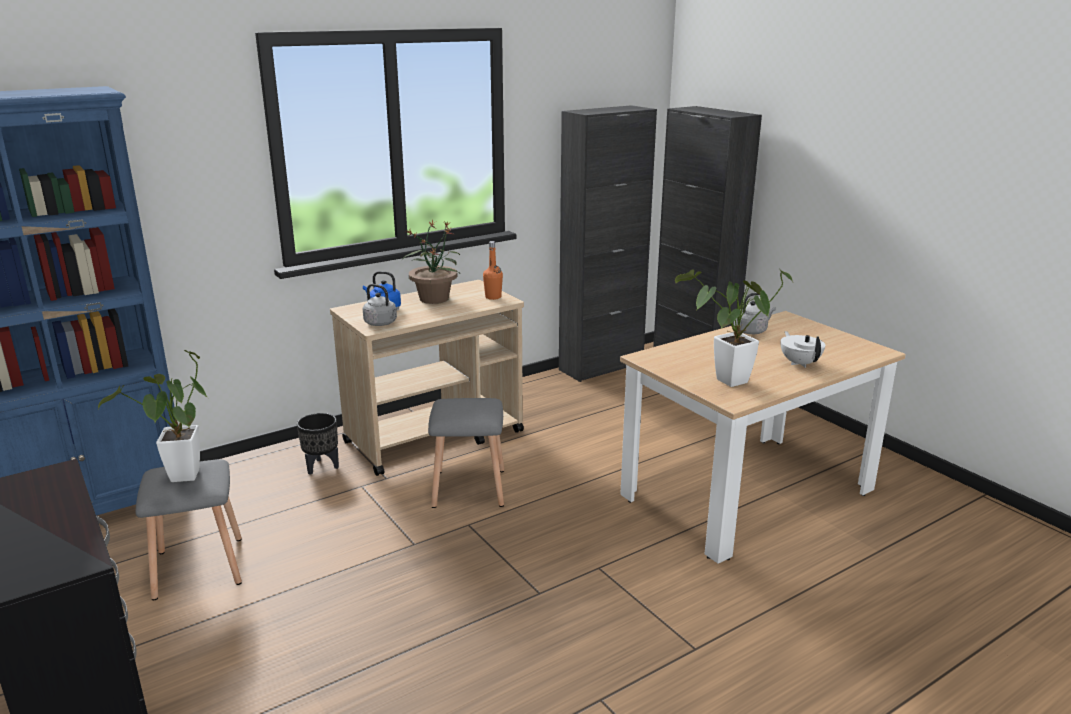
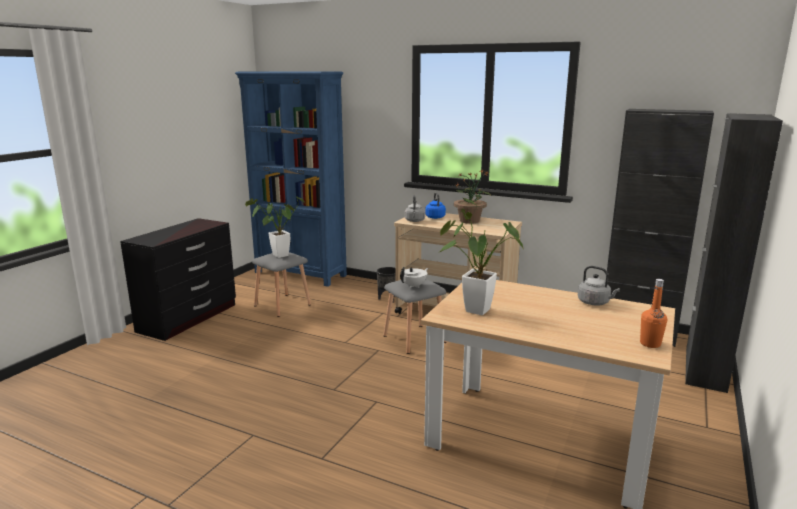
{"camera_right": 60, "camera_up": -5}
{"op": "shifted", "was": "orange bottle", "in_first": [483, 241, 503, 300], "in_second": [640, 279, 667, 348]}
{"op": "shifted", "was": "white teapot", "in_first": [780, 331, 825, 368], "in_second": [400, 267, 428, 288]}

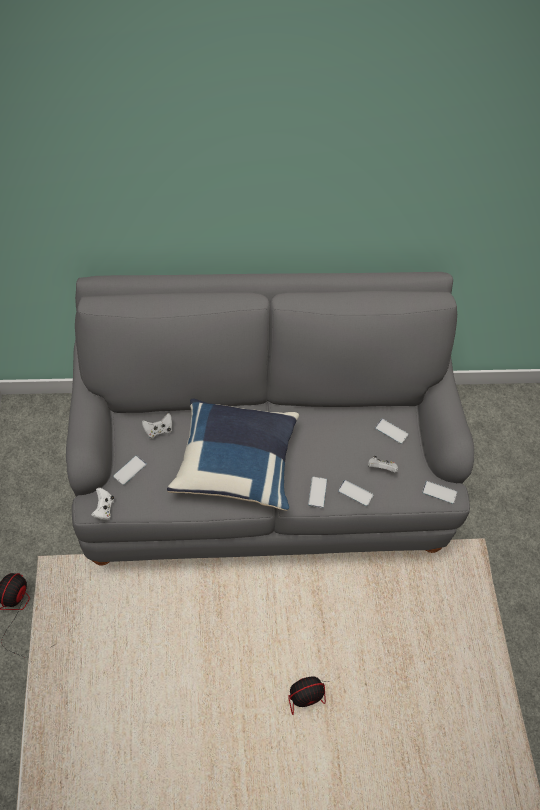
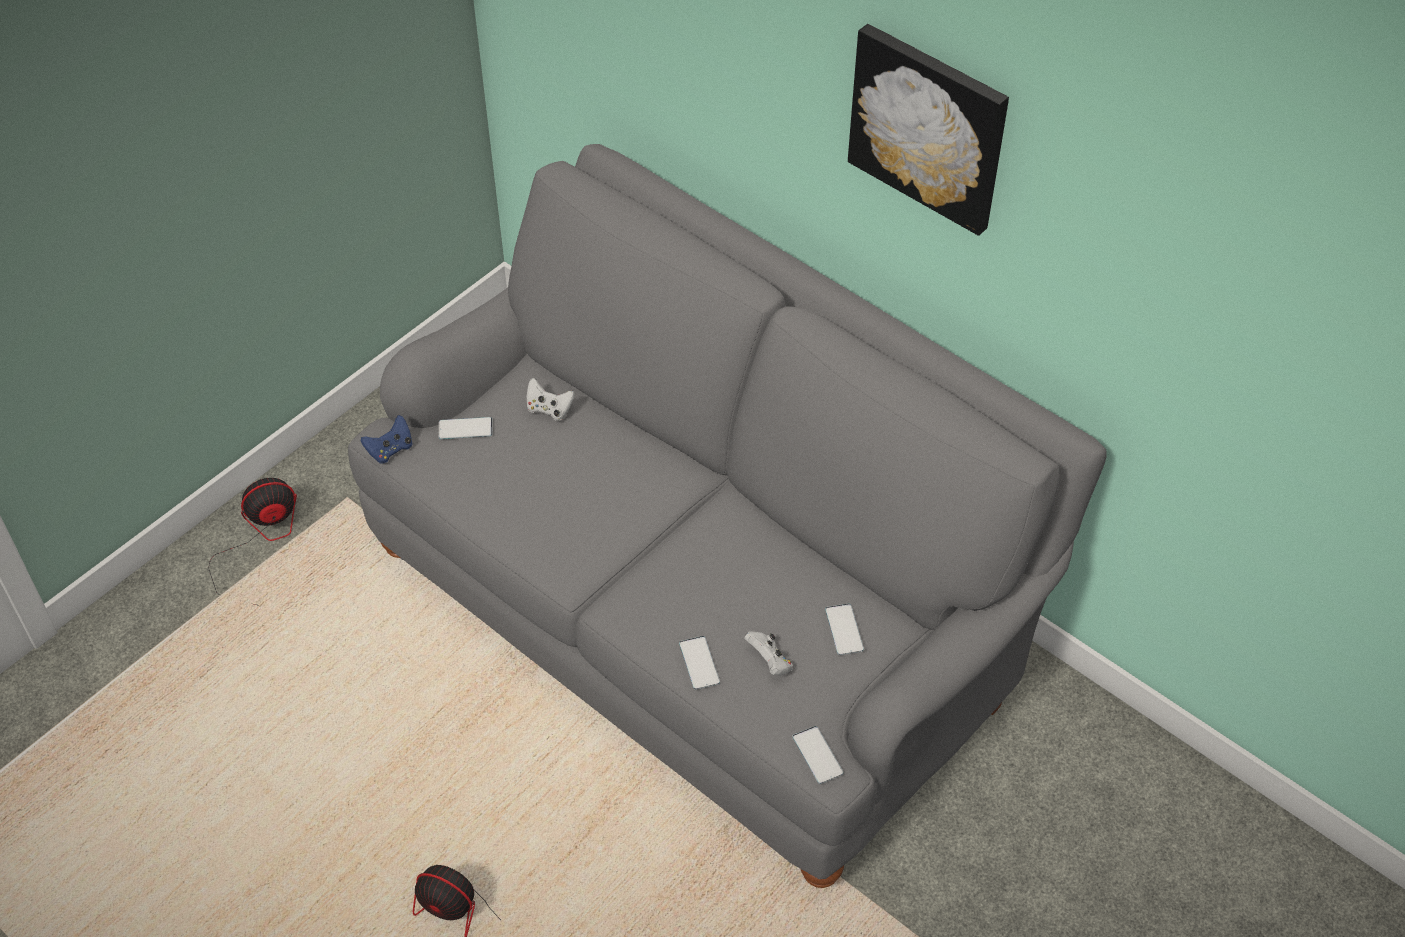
{"camera_right": 50, "camera_up": -5}
{"op": "gone", "was": "blue pillow", "in_first": [167, 398, 299, 511]}
{"op": "gone", "was": "phone", "in_first": [308, 477, 327, 508]}
{"op": "repainted", "was": "white game controller", "now": "blue game controller", "in_first": [91, 488, 114, 520], "in_second": [361, 415, 413, 464]}
{"op": "new", "now": "picture", "in_second": [848, 24, 1009, 236]}

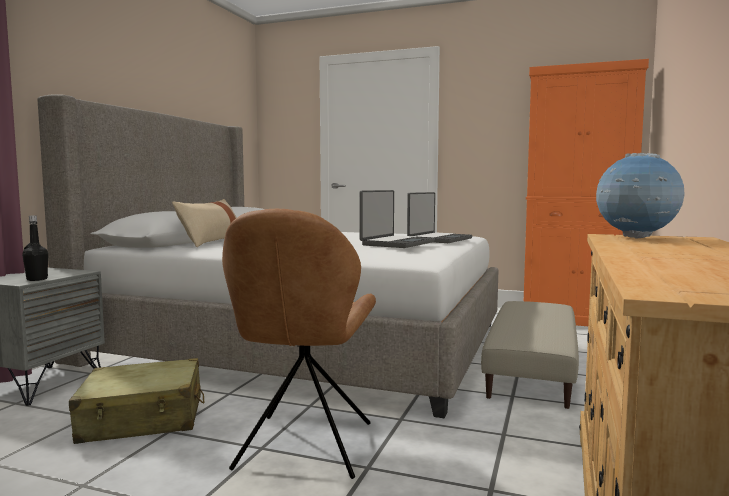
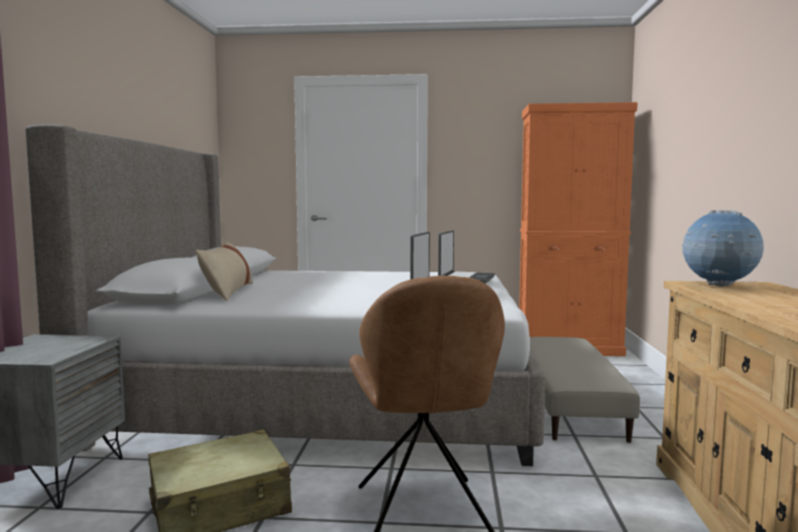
{"camera_right": -15, "camera_up": 0}
{"op": "gone", "was": "black bottle", "in_first": [22, 216, 48, 281]}

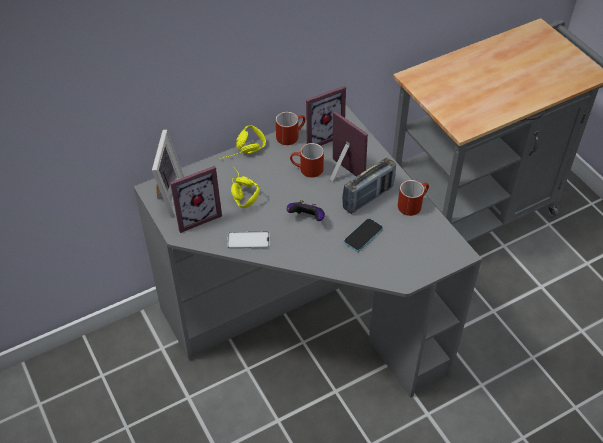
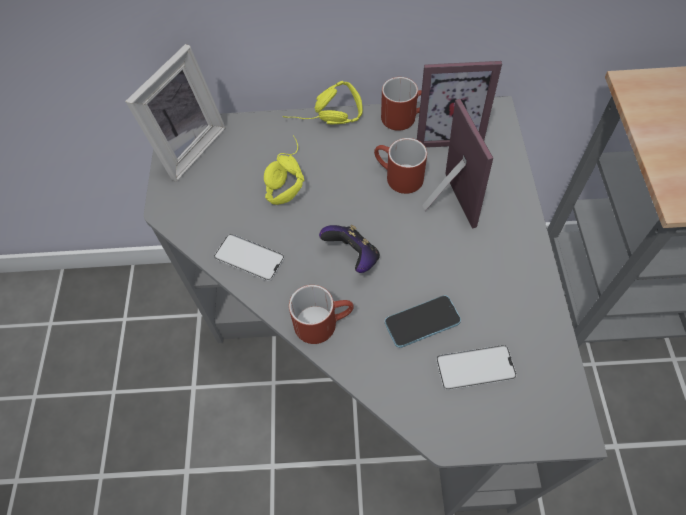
{"camera_right": 30, "camera_up": 10}
{"op": "gone", "was": "radio", "in_first": [342, 158, 396, 214]}
{"op": "gone", "was": "picture frame", "in_first": [170, 166, 222, 233]}
{"op": "shifted", "was": "red mug", "in_first": [398, 180, 429, 216], "in_second": [289, 285, 354, 344]}
{"op": "new", "now": "phone", "in_second": [436, 345, 517, 391]}

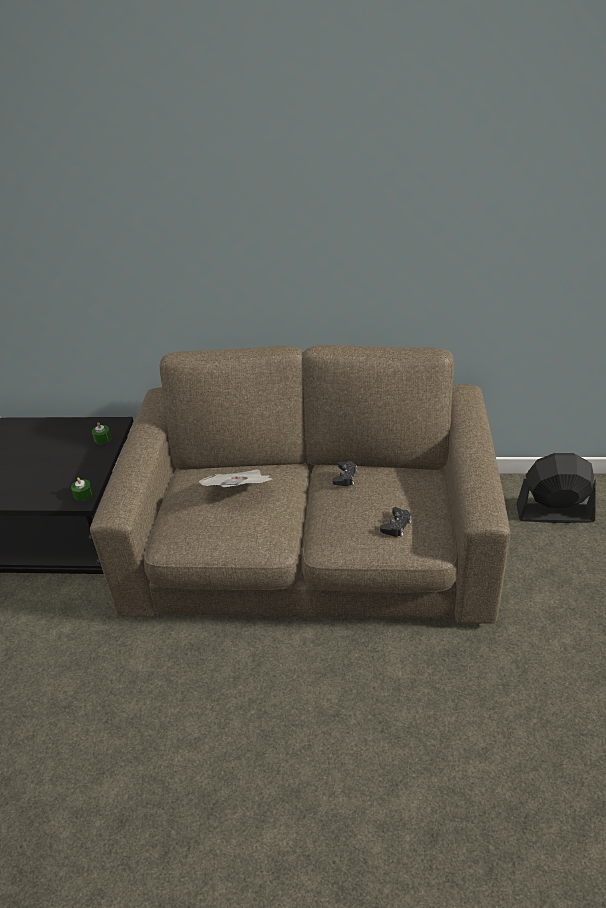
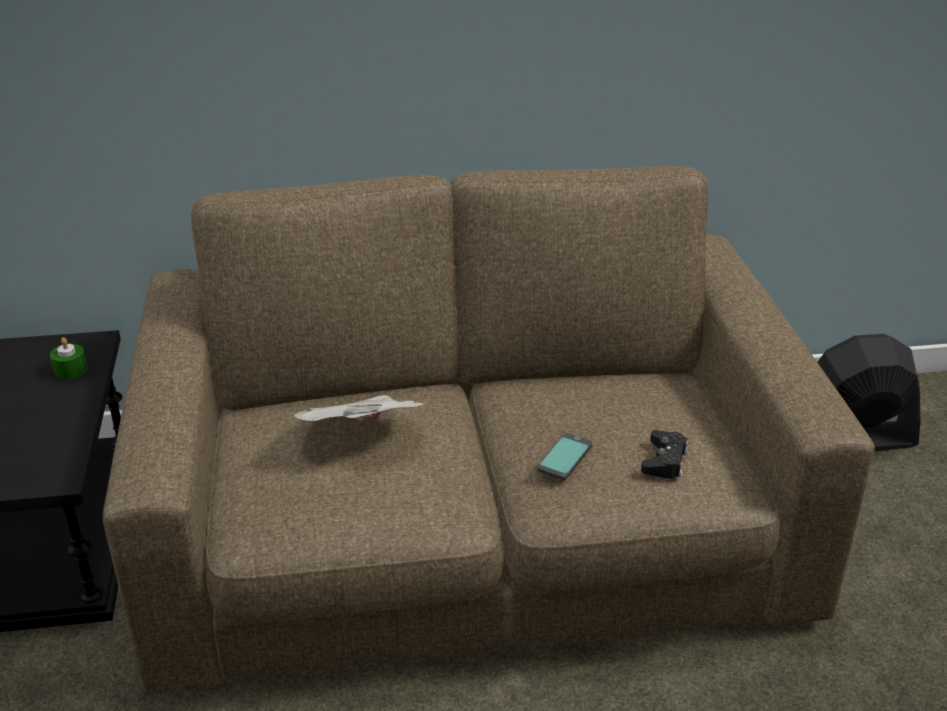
{"camera_right": -15, "camera_up": -5}
{"op": "gone", "was": "black game controller", "in_first": [333, 461, 357, 486]}
{"op": "gone", "was": "green candle", "in_first": [71, 477, 93, 501]}
{"op": "new", "now": "phone", "in_second": [537, 433, 593, 480]}

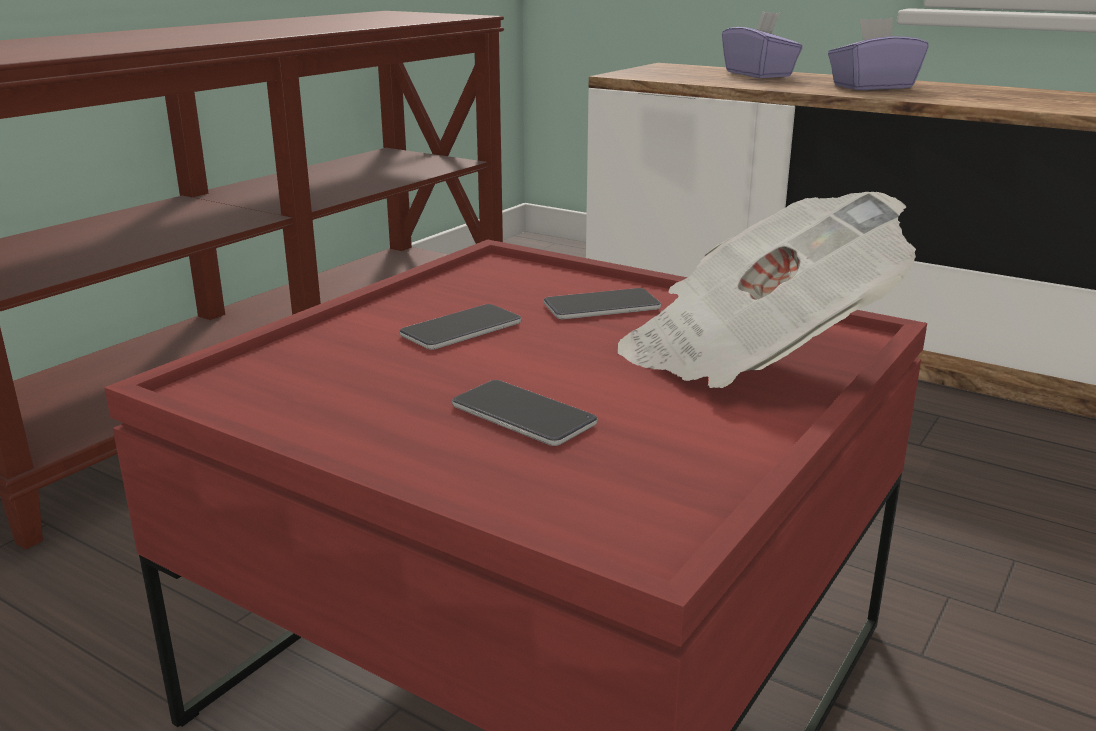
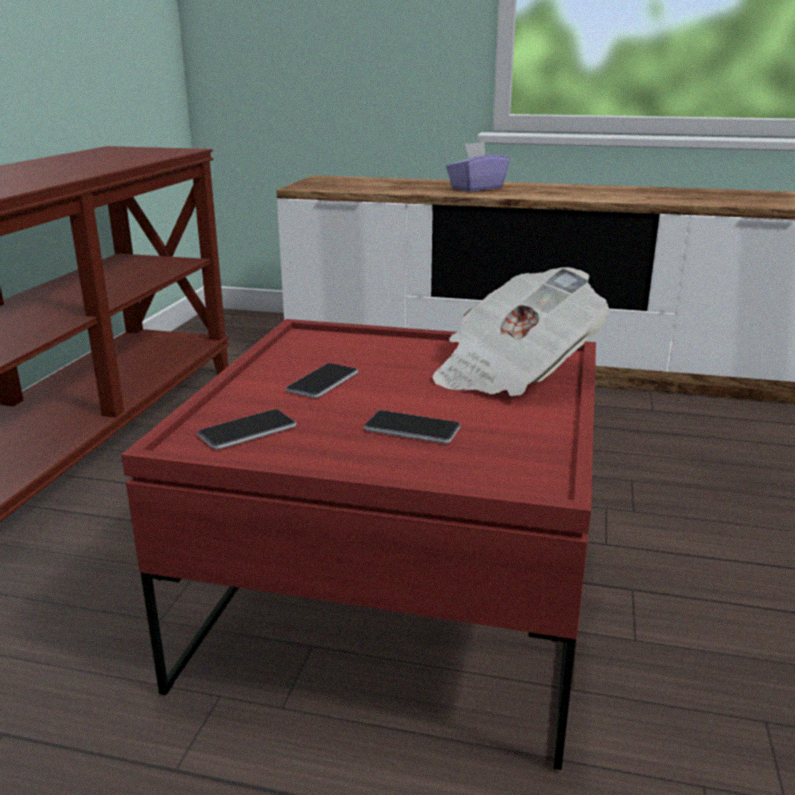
{"camera_right": -20, "camera_up": 0}
{"op": "gone", "was": "purple tissue box", "in_first": [722, 12, 803, 78]}
{"op": "shifted", "was": "phone", "in_first": [544, 288, 661, 319], "in_second": [197, 409, 296, 449]}

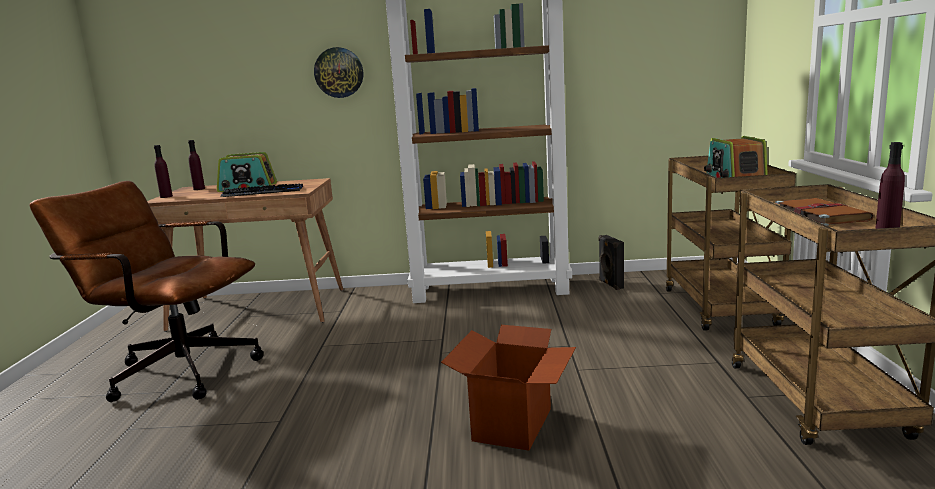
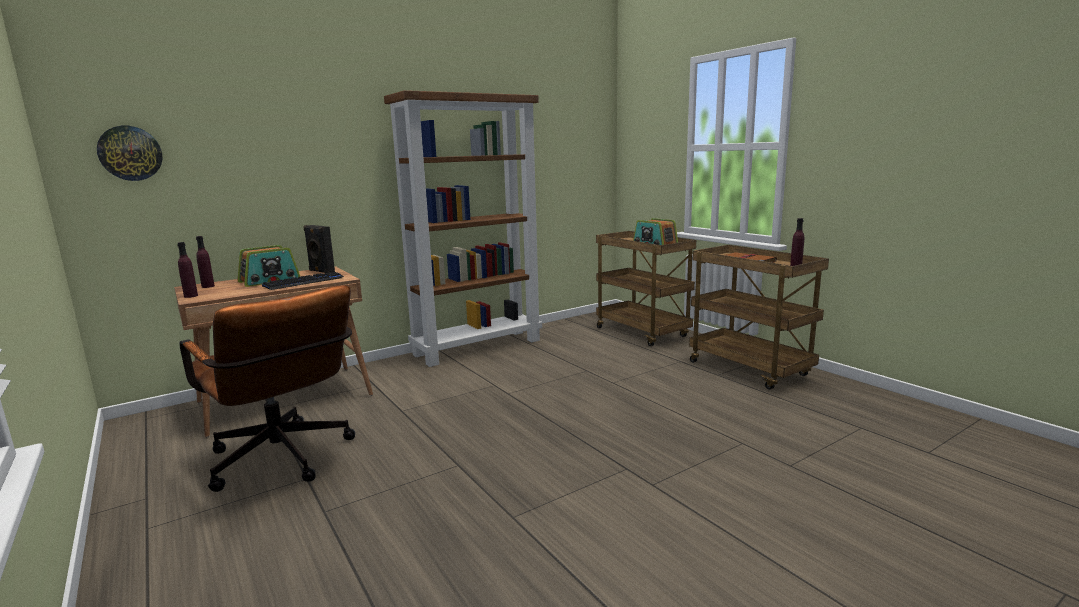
{"camera_right": -35, "camera_up": 0}
{"op": "shifted", "was": "wall clock", "in_first": [314, 47, 363, 98], "in_second": [97, 126, 163, 181]}
{"op": "rotated", "was": "brown office chair", "in_first": [29, 181, 264, 402], "in_second": [179, 285, 355, 492], "clockwise": -120}
{"op": "shifted", "was": "black speaker", "in_first": [599, 235, 624, 290], "in_second": [304, 225, 335, 273]}
{"op": "gone", "was": "cardboard box", "in_first": [441, 325, 576, 451]}

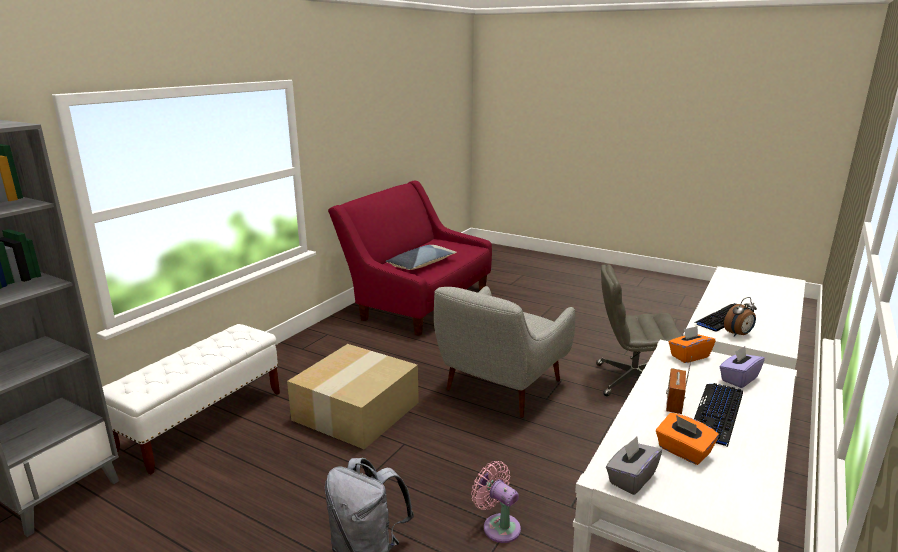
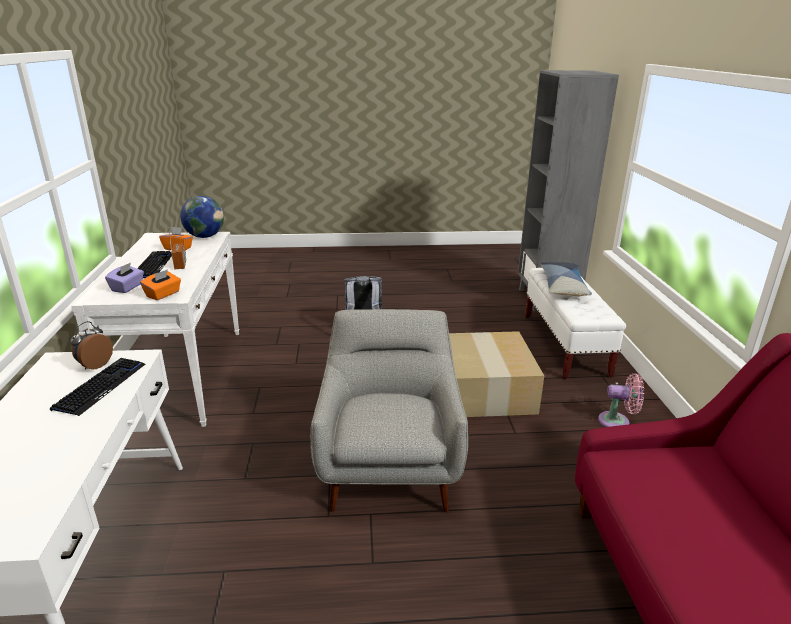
{"camera_right": 145, "camera_up": 5}
{"op": "shifted", "was": "pillow", "in_first": [385, 245, 457, 270], "in_second": [541, 262, 592, 297]}
{"op": "gone", "was": "grey office chair", "in_first": [596, 265, 682, 396]}
{"op": "swapped", "was": "grey tissue box", "now": "globe", "in_first": [606, 436, 662, 495], "in_second": [180, 196, 224, 238]}
{"op": "shifted", "was": "pink fan", "in_first": [471, 461, 521, 543], "in_second": [598, 373, 644, 427]}

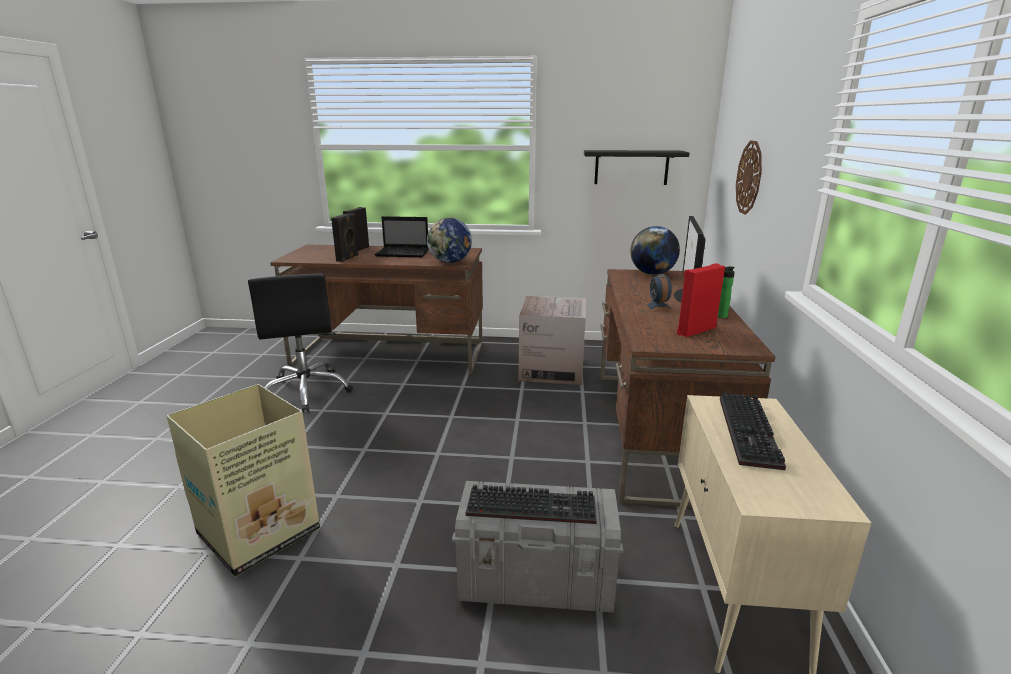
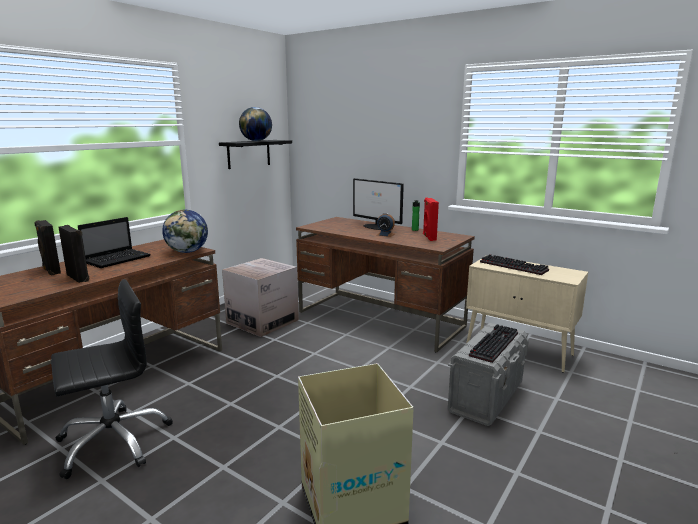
{"camera_right": -60, "camera_up": -5}
{"op": "gone", "was": "wall clock", "in_first": [736, 141, 762, 215]}
{"op": "shifted", "was": "globe", "in_first": [630, 226, 680, 275], "in_second": [239, 107, 272, 141]}
{"op": "rotated", "was": "black office chair", "in_first": [248, 273, 353, 413], "in_second": [51, 279, 173, 479], "clockwise": -45}

